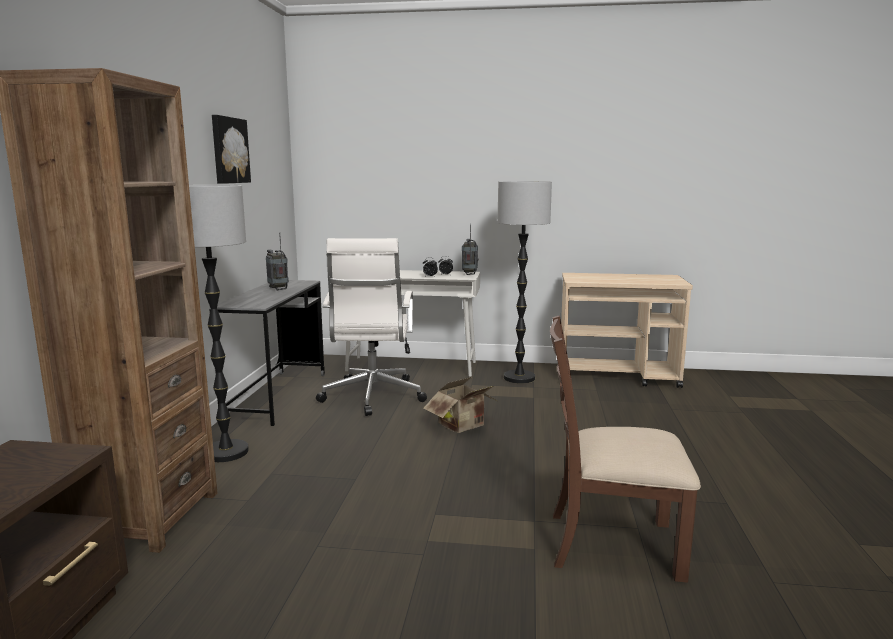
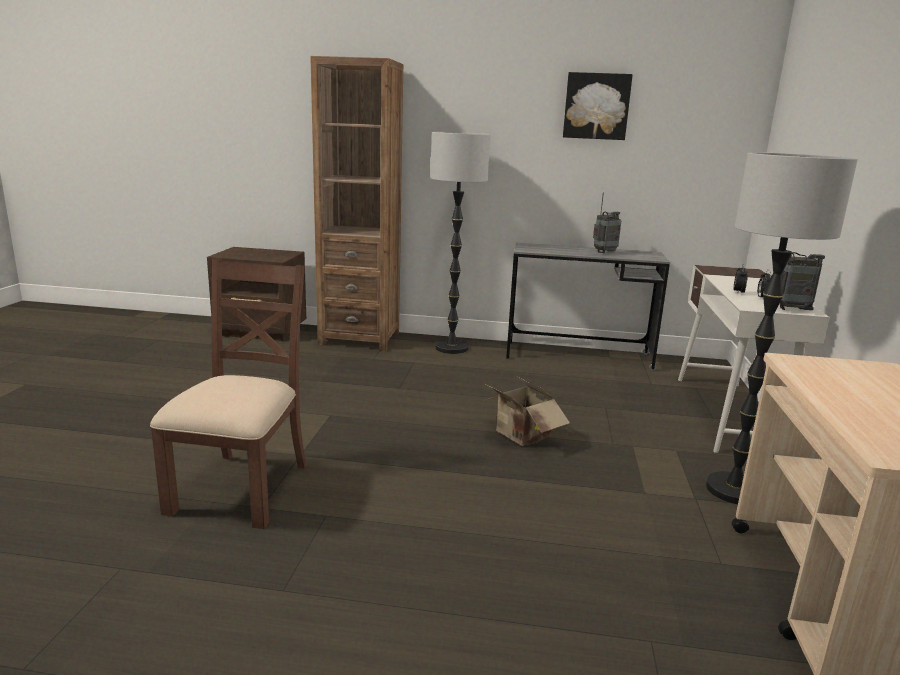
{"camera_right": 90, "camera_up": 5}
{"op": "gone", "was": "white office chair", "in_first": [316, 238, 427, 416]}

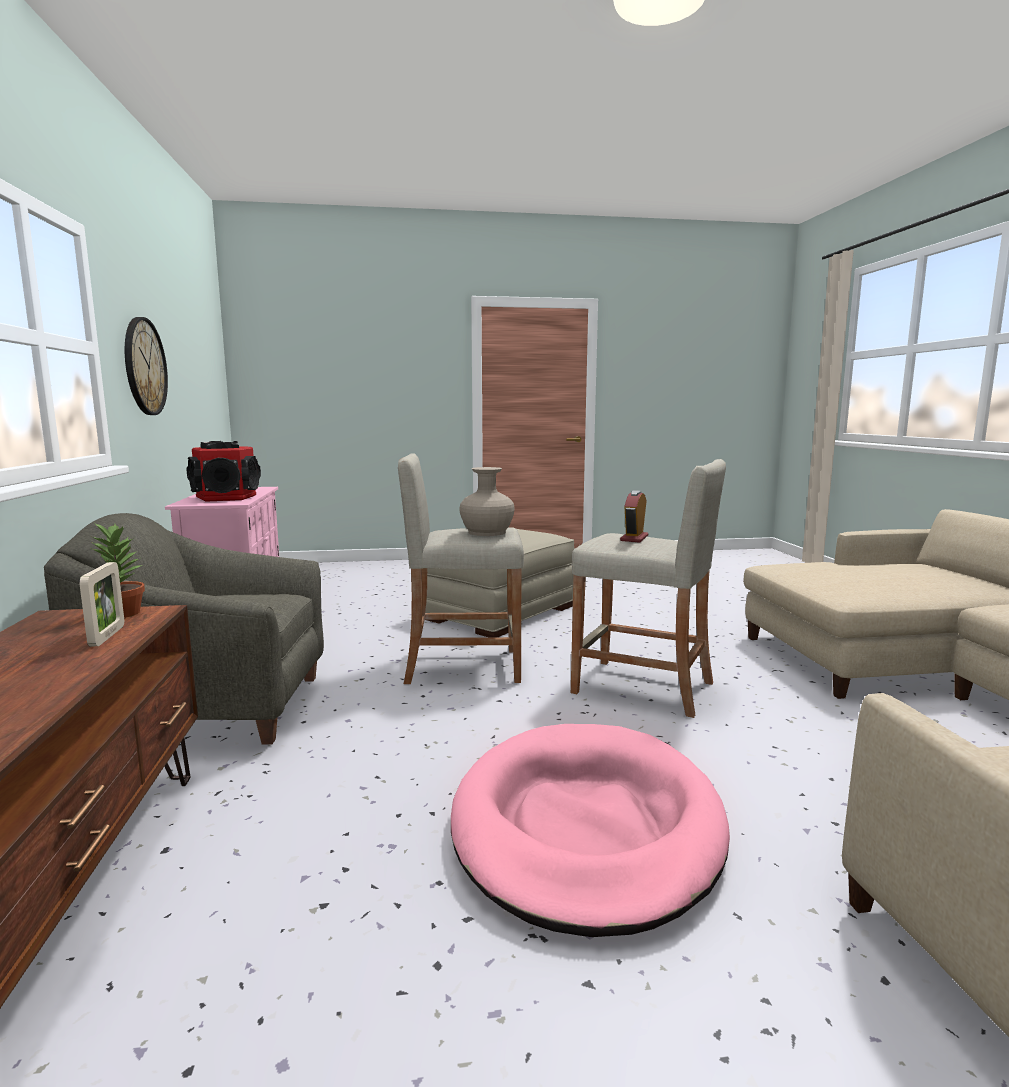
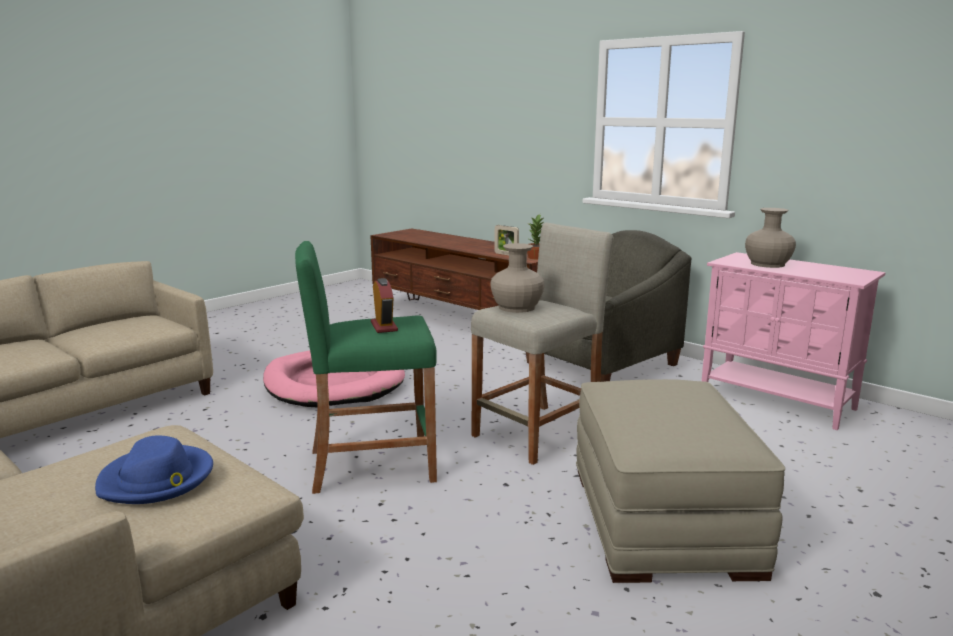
{"camera_right": 140, "camera_up": 5}
{"op": "gone", "was": "wall clock", "in_first": [125, 317, 168, 415]}
{"op": "swapped", "was": "speaker", "now": "beige vase", "in_first": [187, 441, 261, 502], "in_second": [745, 208, 796, 268]}
{"op": "repainted", "was": "beige stool", "now": "green stool", "in_first": [571, 459, 726, 718], "in_second": [295, 241, 437, 494]}
{"op": "new", "now": "blue hat", "in_second": [95, 435, 213, 504]}

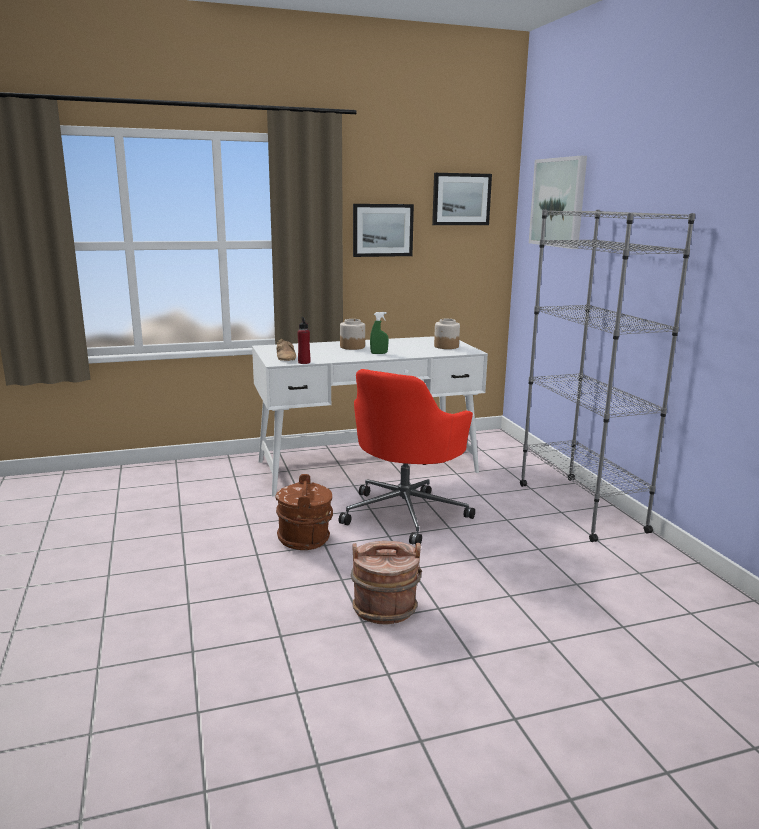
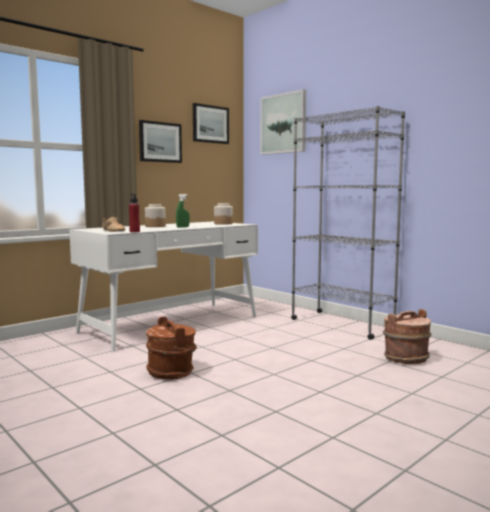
{"camera_right": -25, "camera_up": -10}
{"op": "gone", "was": "red office chair", "in_first": [339, 369, 475, 545]}
{"op": "shifted", "was": "brown bucket", "in_first": [351, 541, 422, 624], "in_second": [383, 309, 431, 364]}

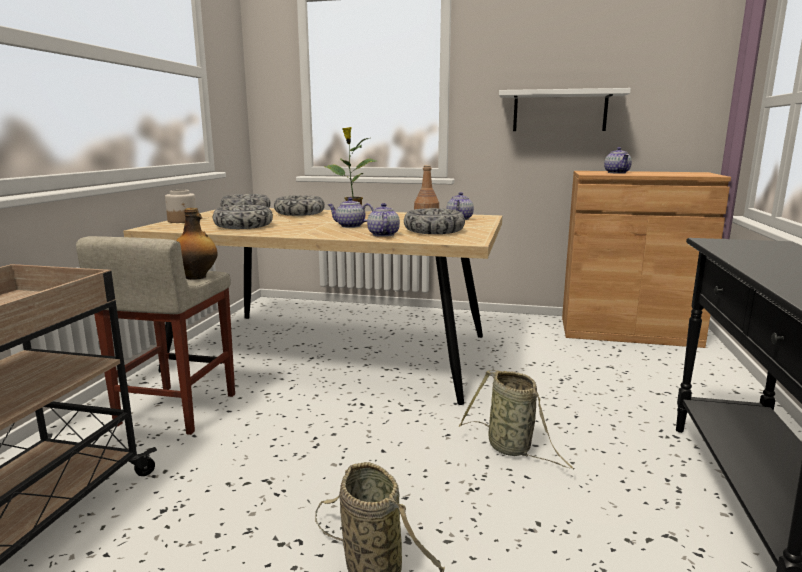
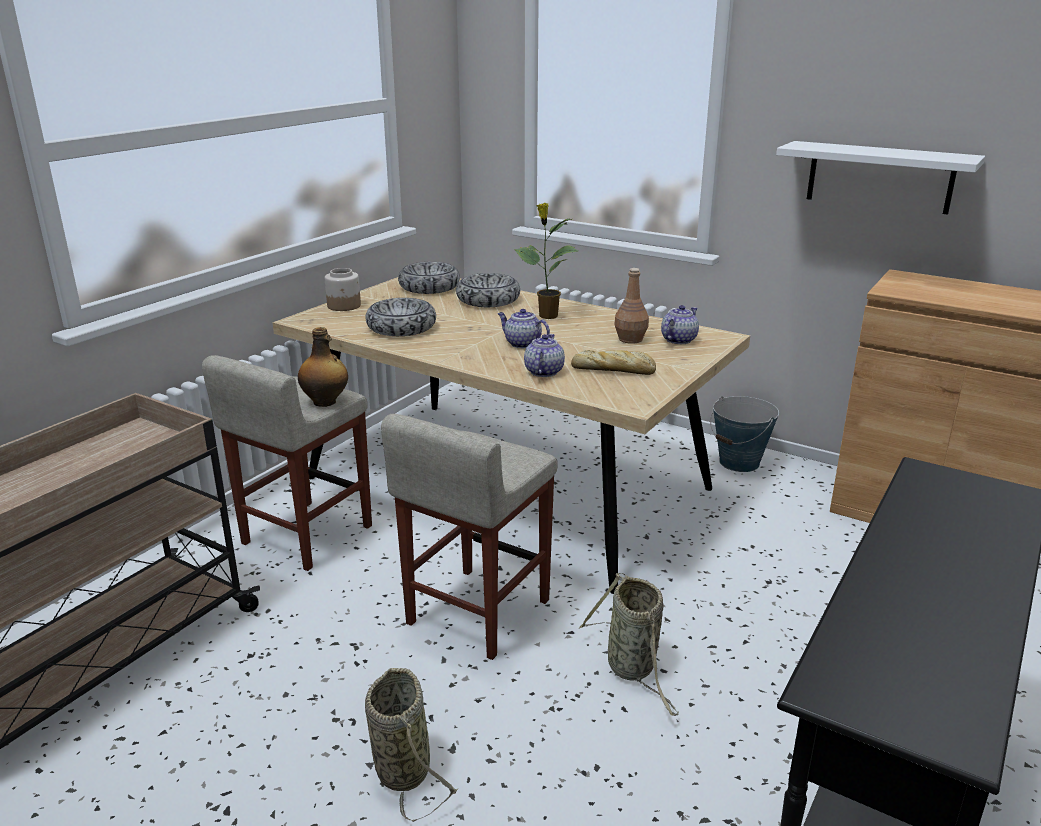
{"camera_right": 20, "camera_up": 10}
{"op": "gone", "was": "teapot", "in_first": [604, 147, 632, 173]}
{"op": "swapped", "was": "bowl", "now": "bread", "in_first": [404, 208, 465, 234], "in_second": [571, 350, 656, 375]}
{"op": "new", "now": "bucket", "in_second": [710, 396, 779, 472]}
{"op": "new", "now": "beige stool", "in_second": [381, 414, 558, 660]}

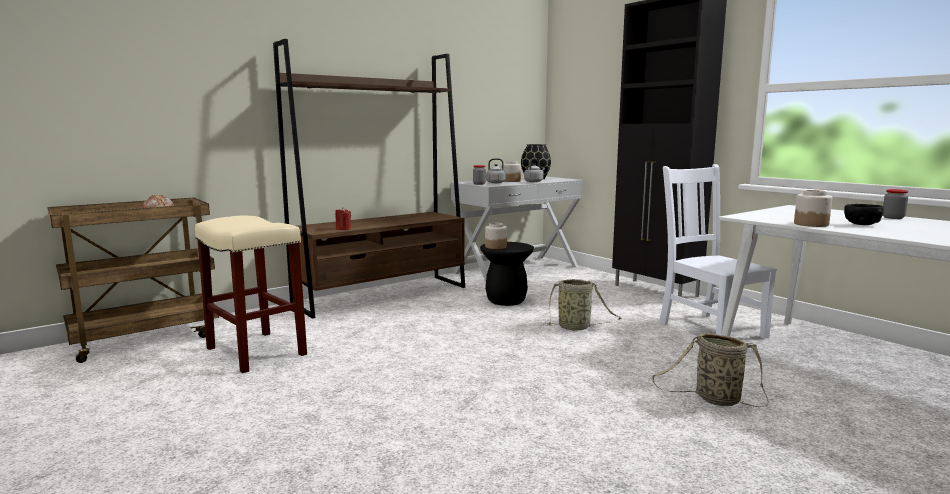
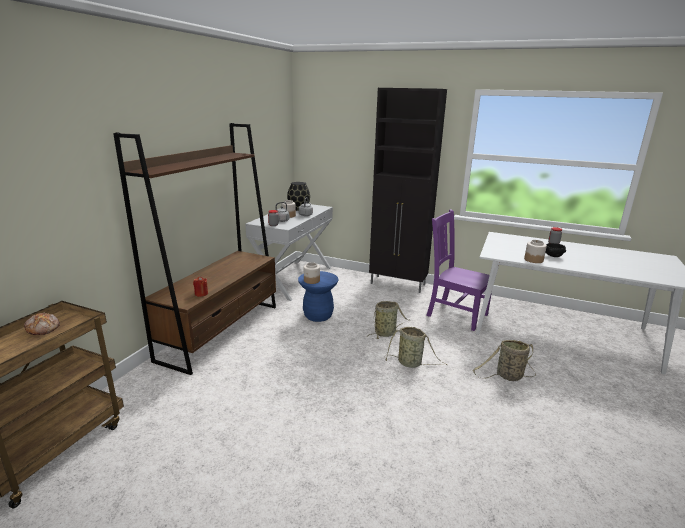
{"camera_right": -30, "camera_up": 10}
{"op": "repainted", "was": "white chair", "now": "purple chair", "in_first": [659, 164, 777, 339], "in_second": [426, 209, 492, 331]}
{"op": "gone", "was": "beige stool", "in_first": [195, 216, 307, 373]}
{"op": "repainted", "was": "black stool", "now": "blue stool", "in_first": [480, 242, 534, 306], "in_second": [298, 271, 338, 322]}
{"op": "new", "now": "basket", "in_second": [385, 327, 447, 368]}

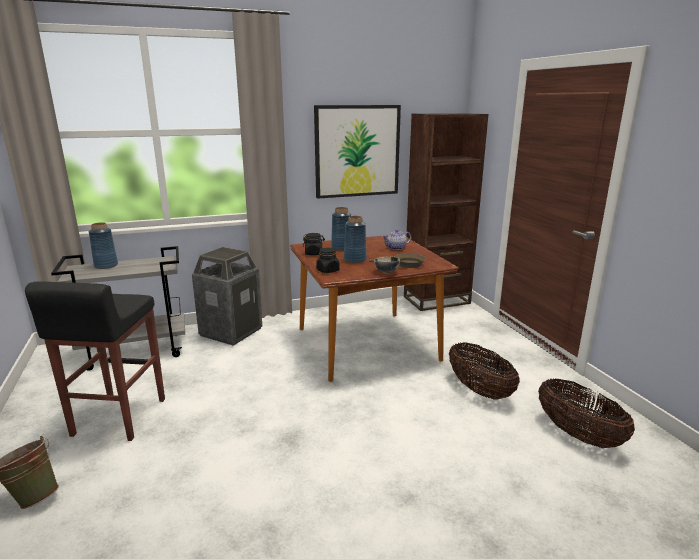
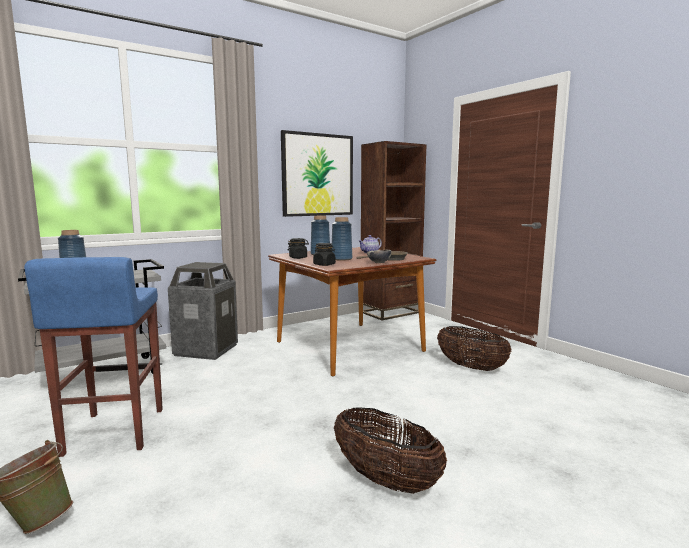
{"camera_right": -15, "camera_up": -10}
{"op": "repainted", "was": "black stool", "now": "blue stool", "in_first": [25, 281, 165, 441], "in_second": [24, 257, 163, 457]}
{"op": "shifted", "was": "basket", "in_first": [538, 379, 635, 448], "in_second": [334, 407, 447, 494]}

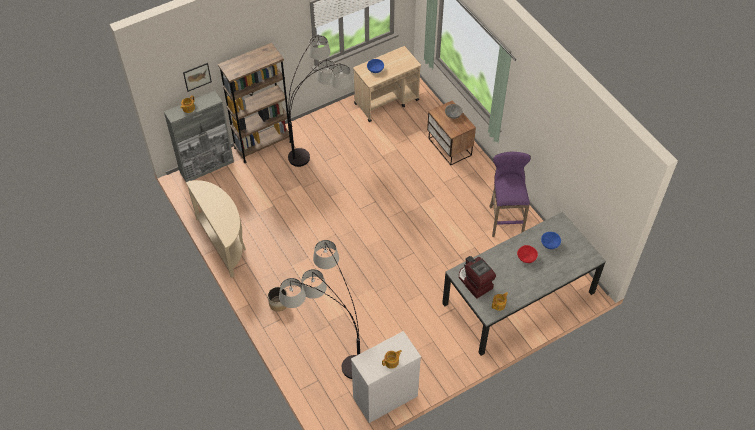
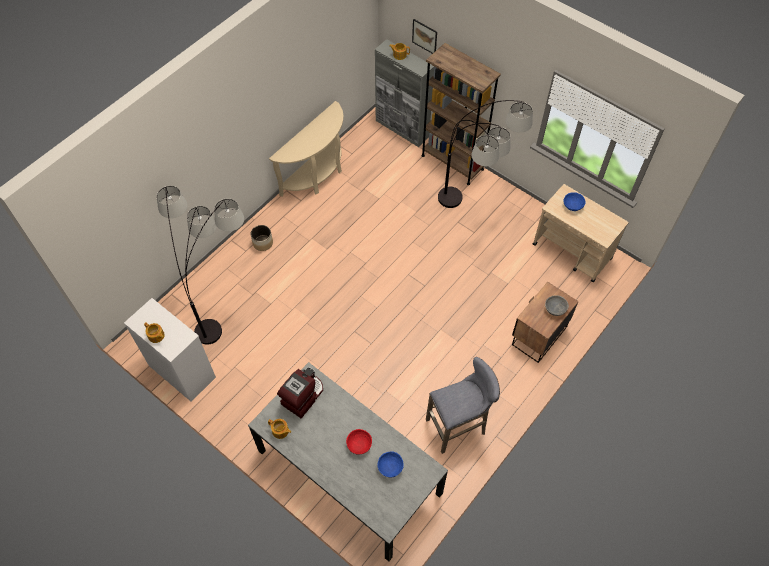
{"camera_right": 70, "camera_up": 5}
{"op": "repainted", "was": "purple stool", "now": "grey stool", "in_first": [489, 151, 531, 237], "in_second": [426, 357, 500, 454]}

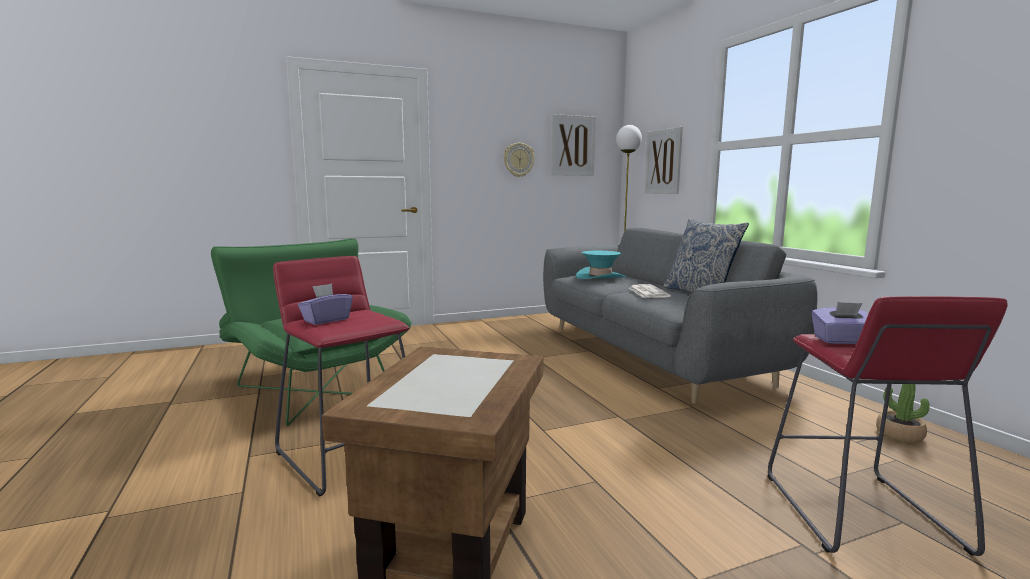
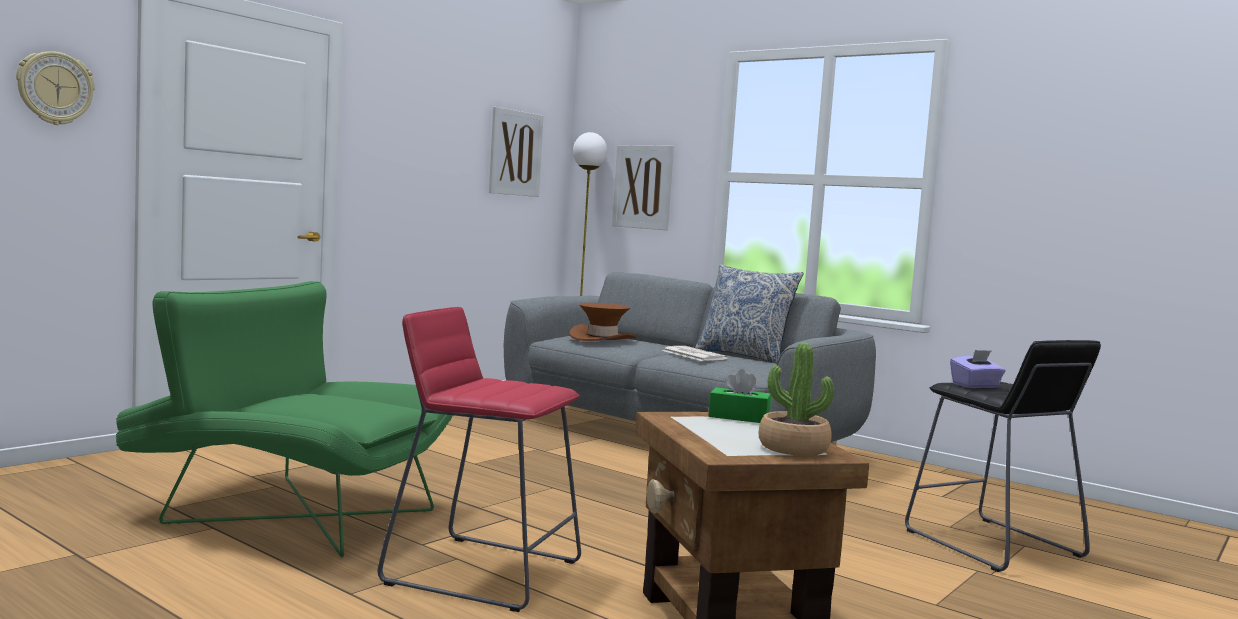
{"camera_right": -30, "camera_up": -5}
{"op": "shifted", "was": "wall clock", "in_first": [503, 143, 535, 177], "in_second": [16, 51, 95, 125]}
{"op": "repainted", "was": "turquoise hat", "now": "brown hat", "in_first": [576, 251, 626, 279], "in_second": [569, 303, 636, 341]}
{"op": "gone", "was": "purple tissue box", "in_first": [298, 284, 353, 325]}
{"op": "repainted", "was": "red stool", "now": "black stool", "in_first": [768, 296, 1008, 556], "in_second": [905, 340, 1101, 572]}
{"op": "shifted", "was": "potted plant", "in_first": [876, 384, 930, 443], "in_second": [759, 343, 834, 456]}
{"op": "new", "now": "green tissue box", "in_second": [708, 369, 771, 423]}

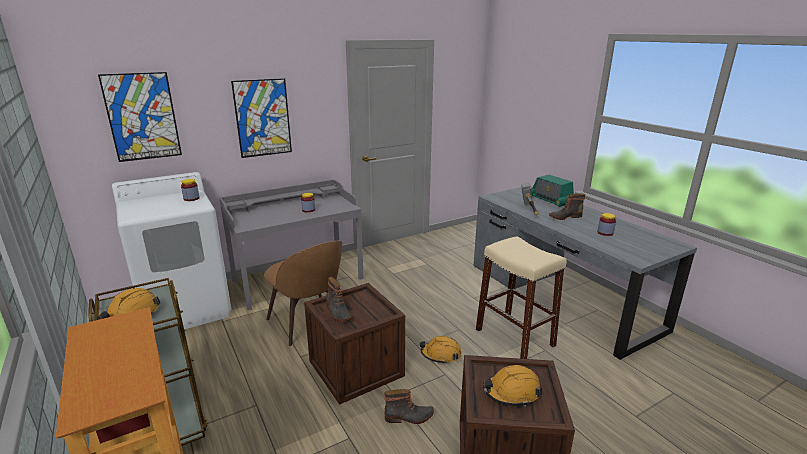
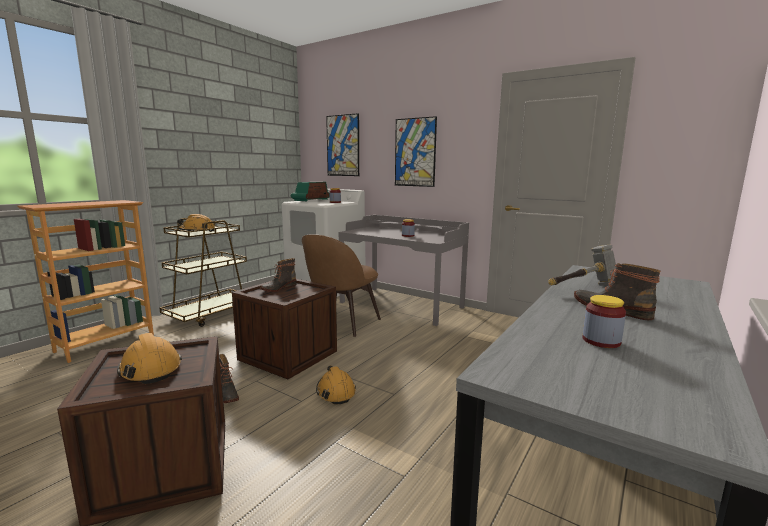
{"camera_right": 65, "camera_up": -10}
{"op": "shifted", "was": "radio", "in_first": [531, 175, 574, 207], "in_second": [291, 182, 330, 201]}
{"op": "gone", "was": "beige stool", "in_first": [476, 236, 566, 359]}

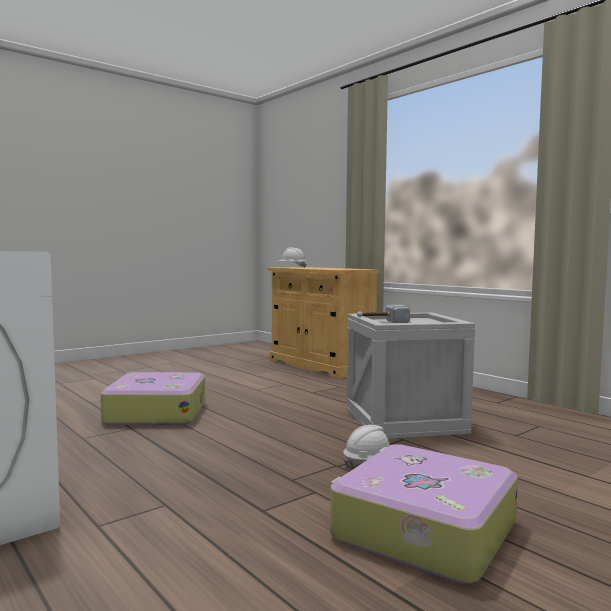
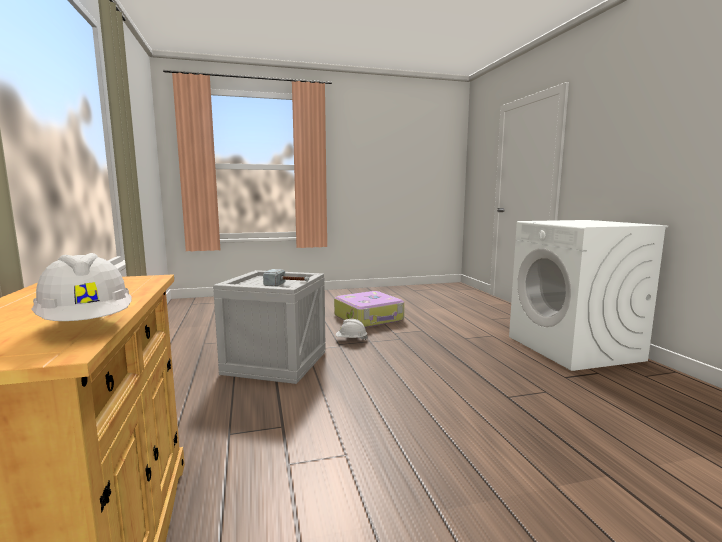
{"camera_right": -155, "camera_up": 5}
{"op": "gone", "was": "suitcase", "in_first": [101, 372, 205, 425]}

